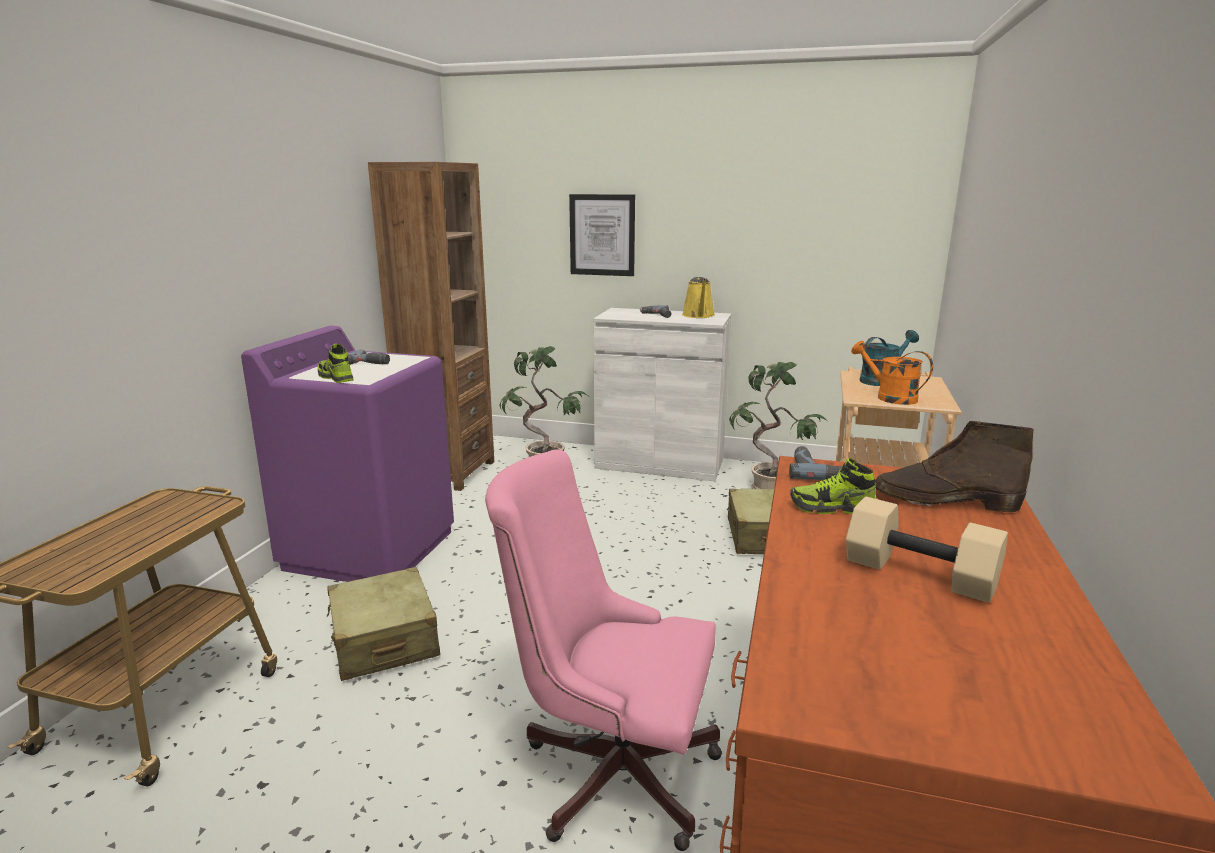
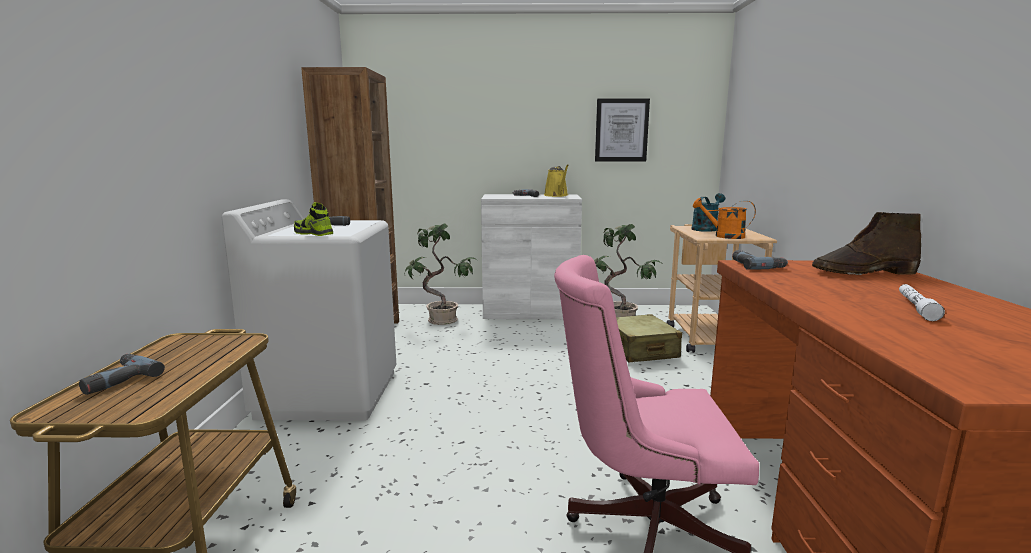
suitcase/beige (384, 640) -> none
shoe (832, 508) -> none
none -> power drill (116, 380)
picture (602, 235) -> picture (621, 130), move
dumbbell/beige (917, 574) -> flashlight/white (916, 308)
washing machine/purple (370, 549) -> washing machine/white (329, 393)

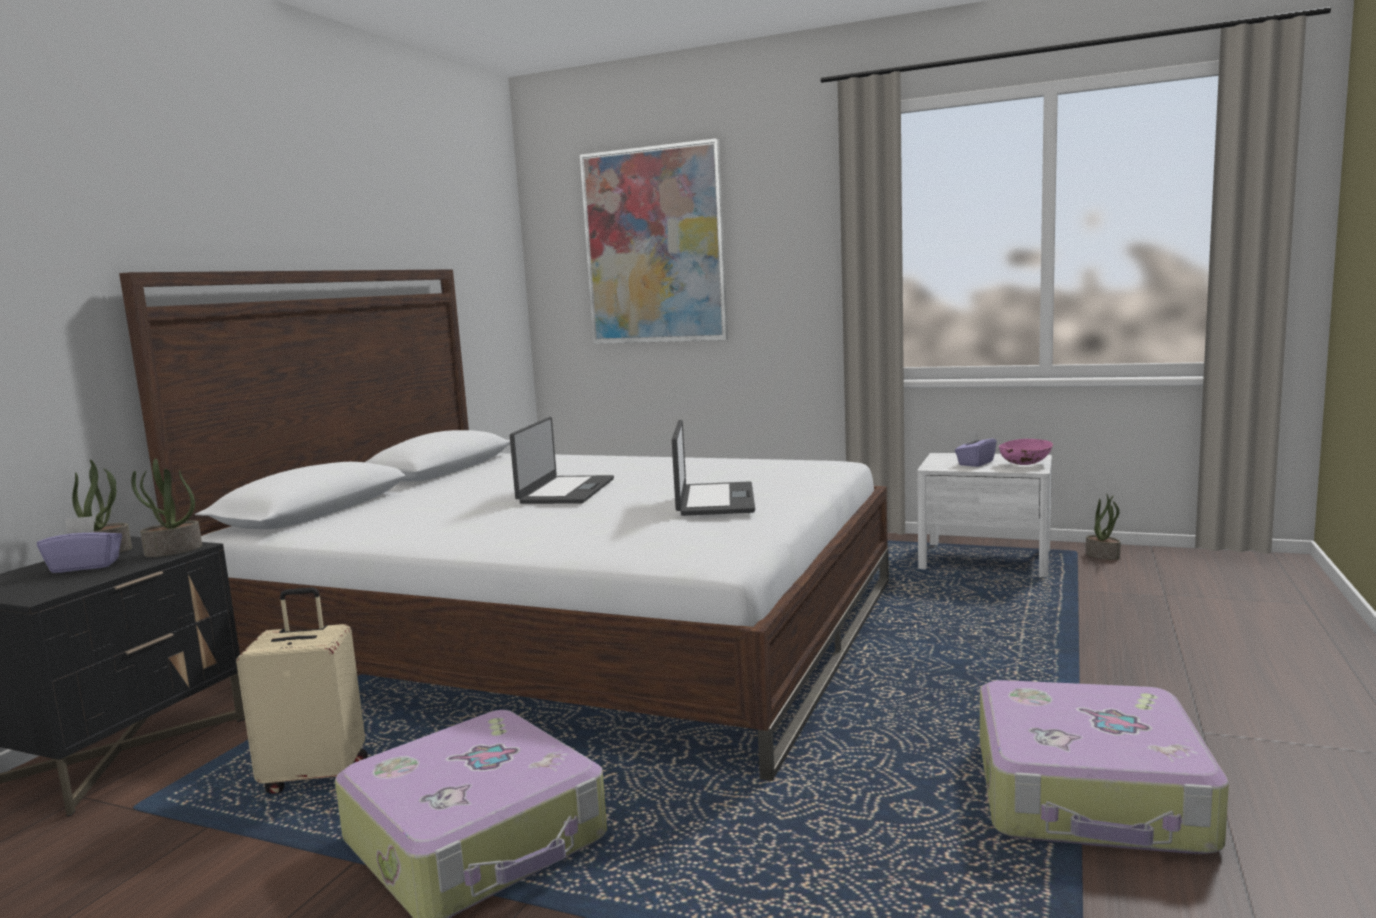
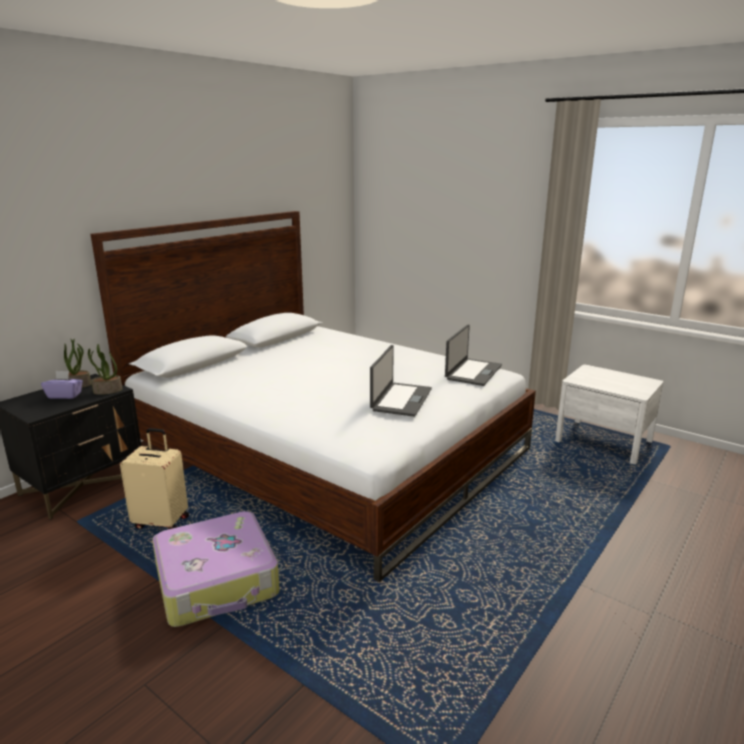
picture (654, 246) -> none
tissue box/purple (975, 463) -> none
suitcase (1091, 795) -> none
bowl/pink (1025, 464) -> none
potted plant (1103, 555) -> none
laptop (565, 491) -> laptop (473, 372), move

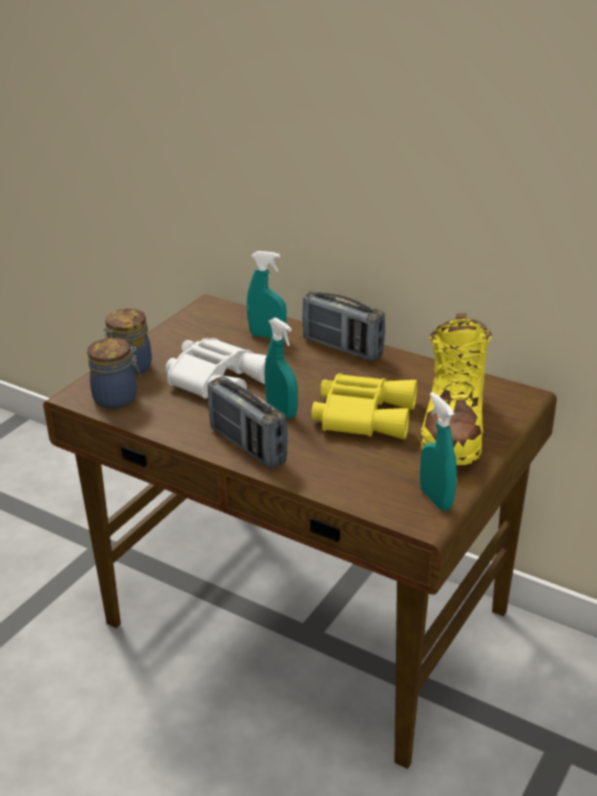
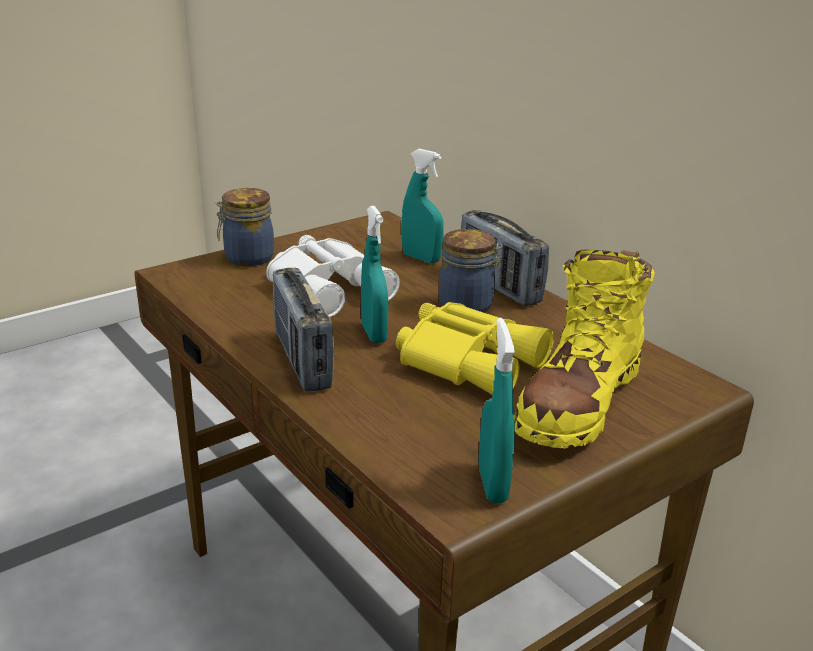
jar (117, 398) -> jar (468, 306), move

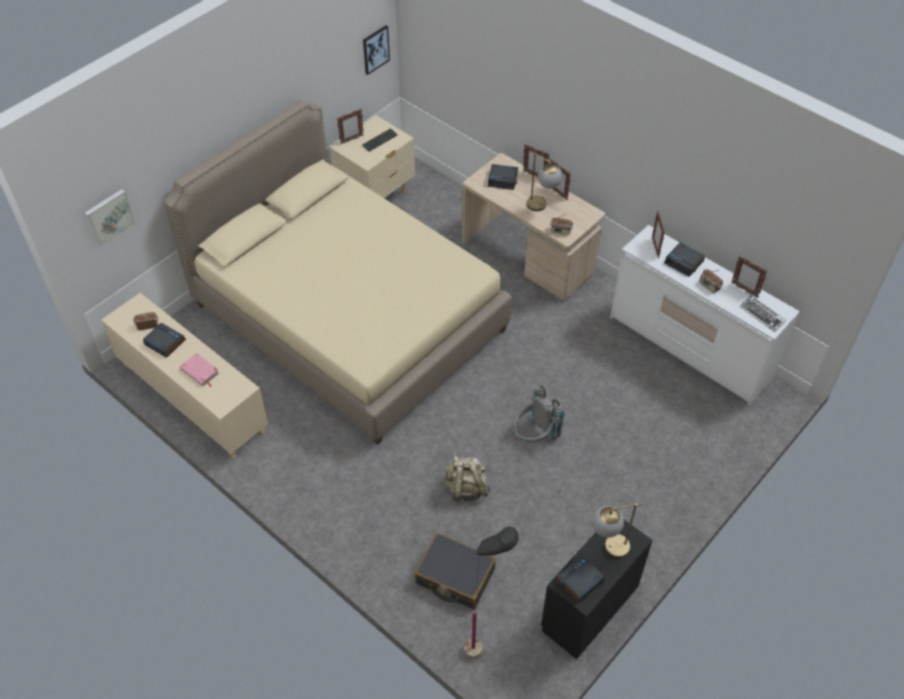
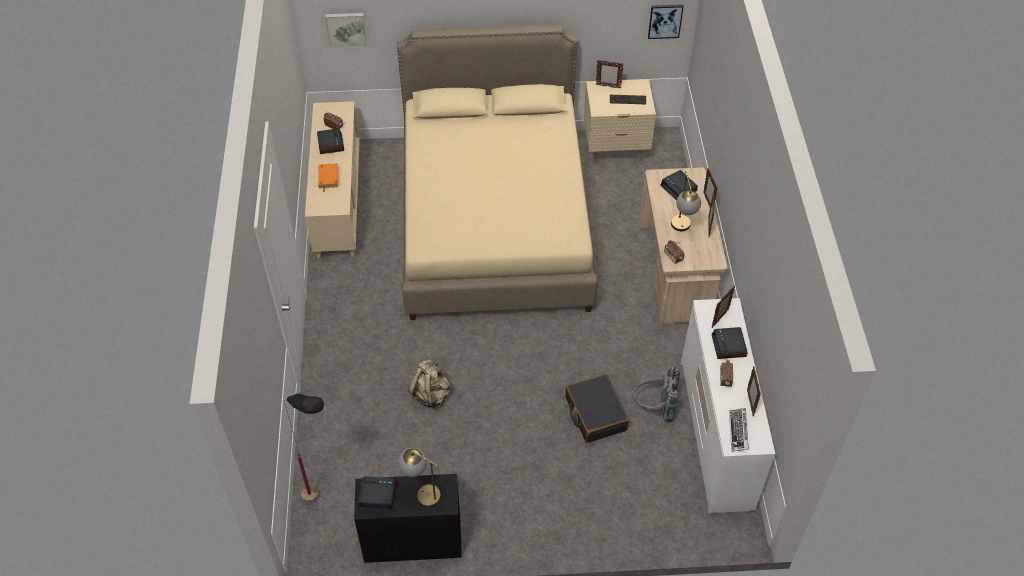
suitcase/black (455, 576) -> suitcase/black (595, 414), move
backpack/grey (534, 436) -> backpack/grey (654, 408), move
book/pink (200, 372) -> book/orange (328, 177)

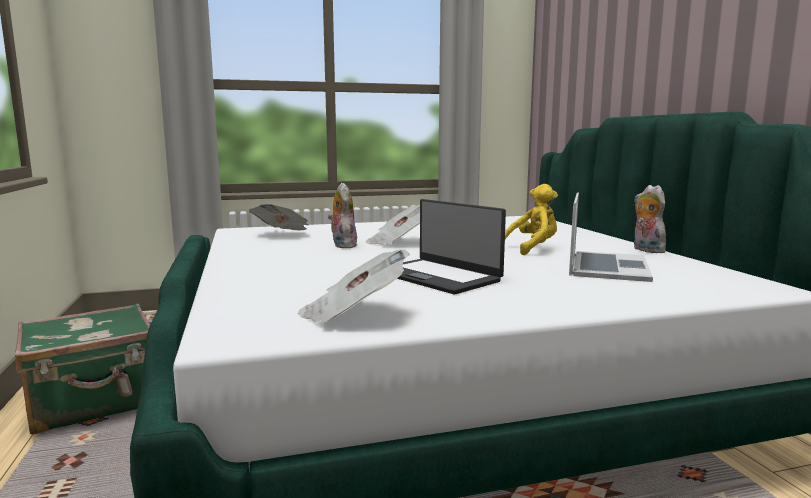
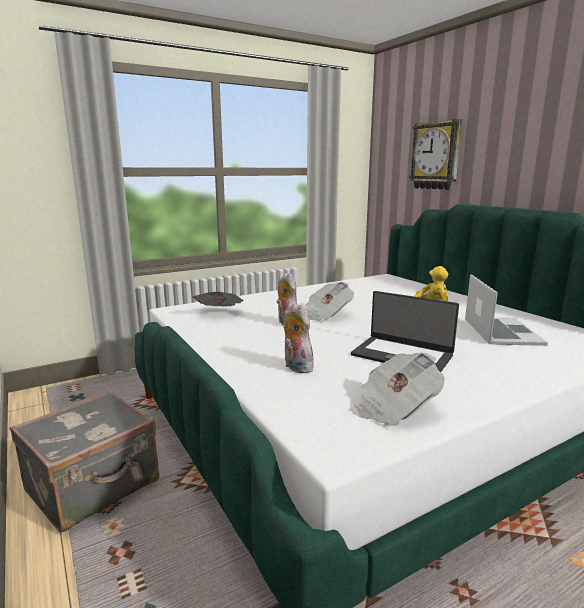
none -> wall clock (436, 156)
plush toy (645, 250) -> plush toy (296, 367), move
suitcase/green (95, 402) -> suitcase/grey (94, 486)

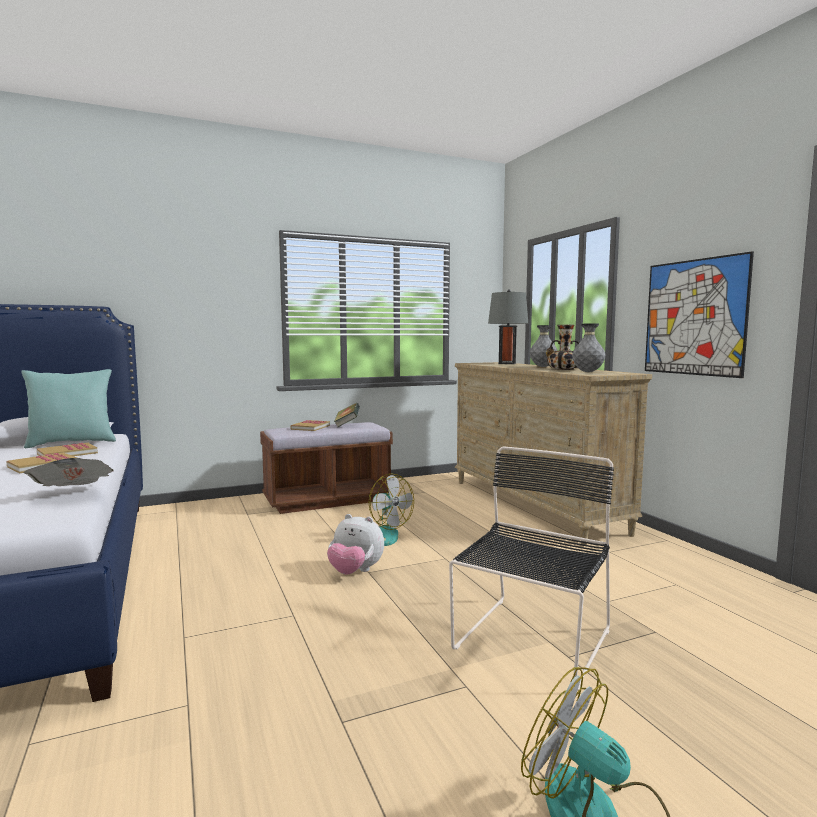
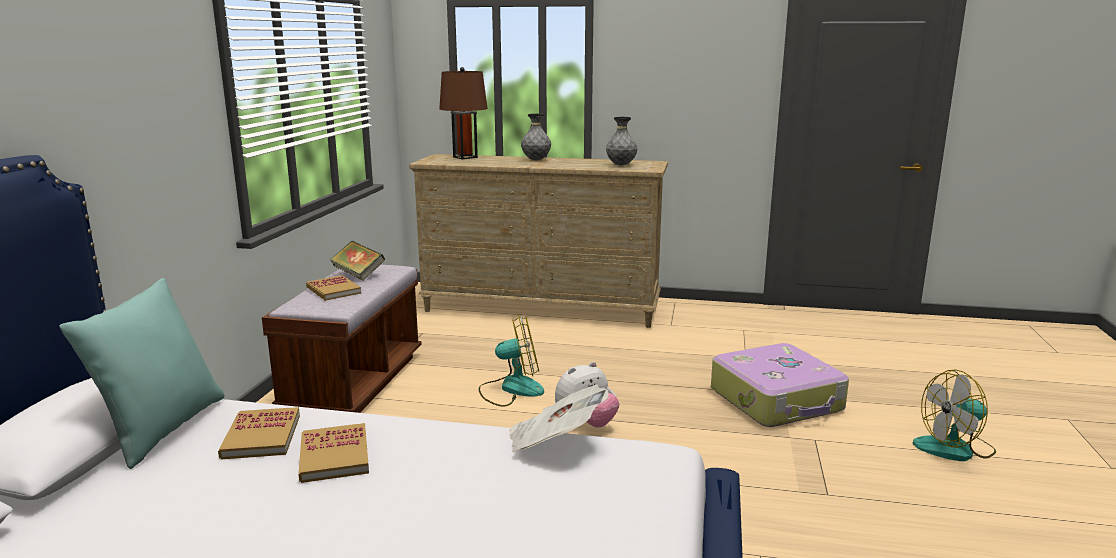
vase (564, 369) -> none
picture (694, 317) -> none
chair/black (531, 642) -> suitcase (777, 400)
table lamp/grey (507, 363) -> table lamp/brown (465, 157)

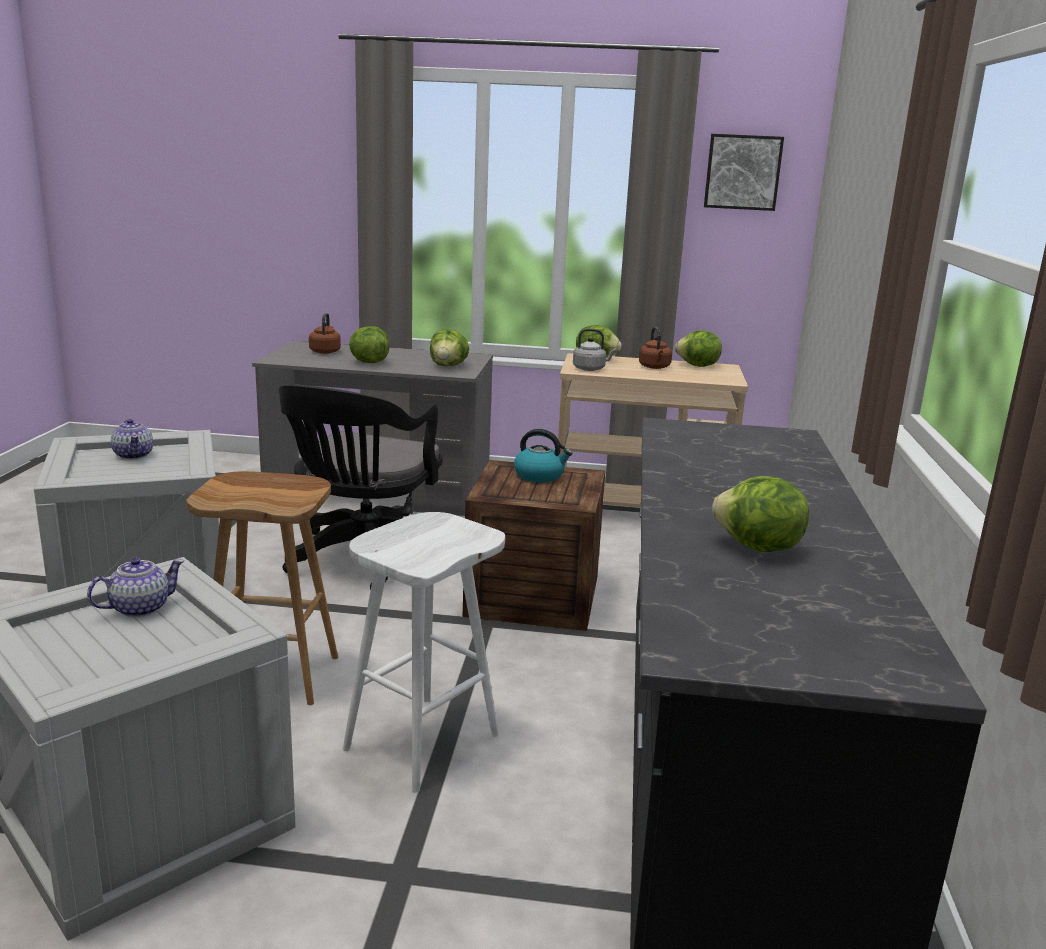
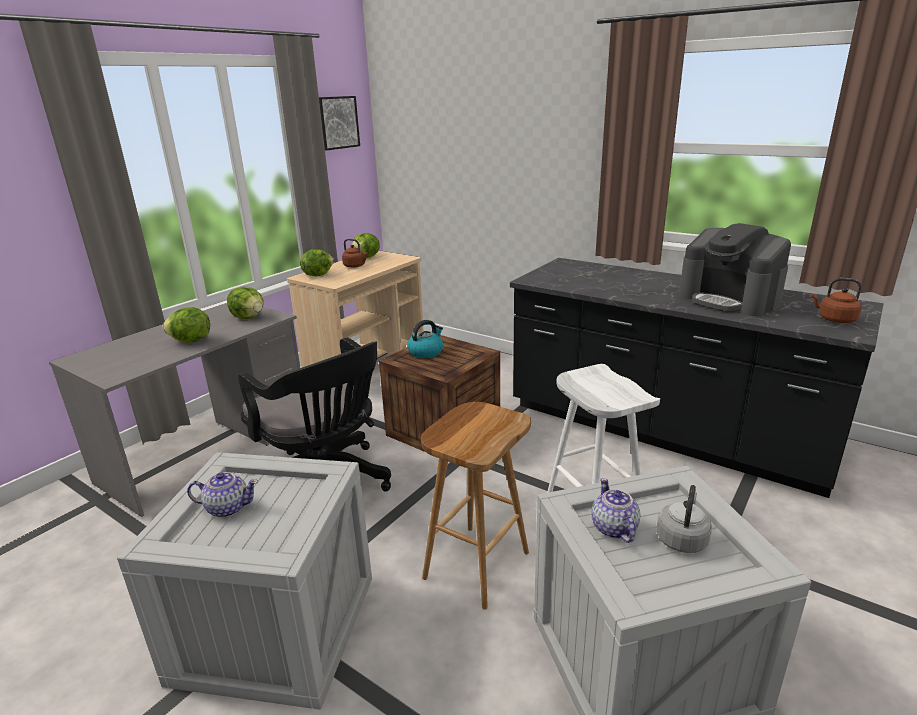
kettle/brown (325, 351) -> kettle/brown (834, 319), move
kettle/grey (590, 369) -> kettle/grey (682, 539), move
lettuce (757, 548) -> coffee machine (729, 300)

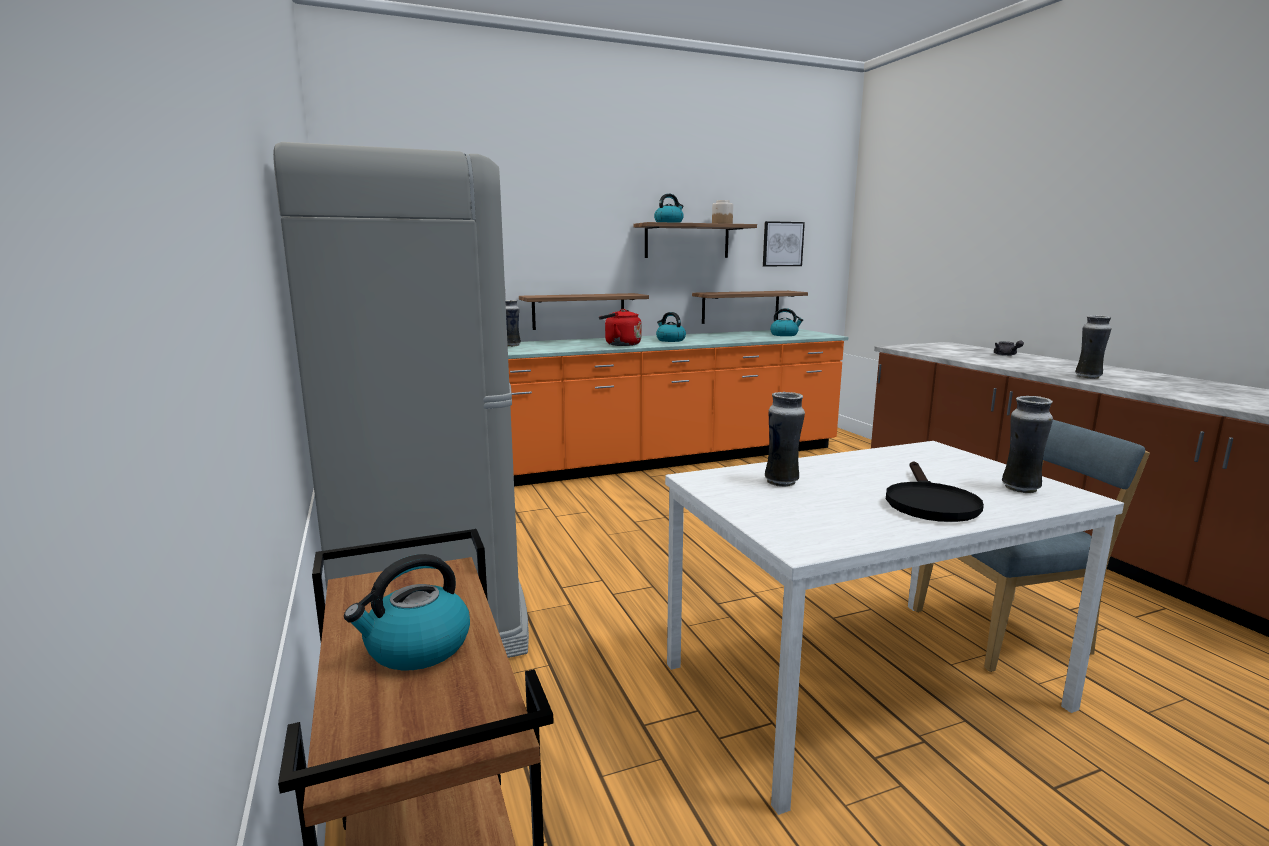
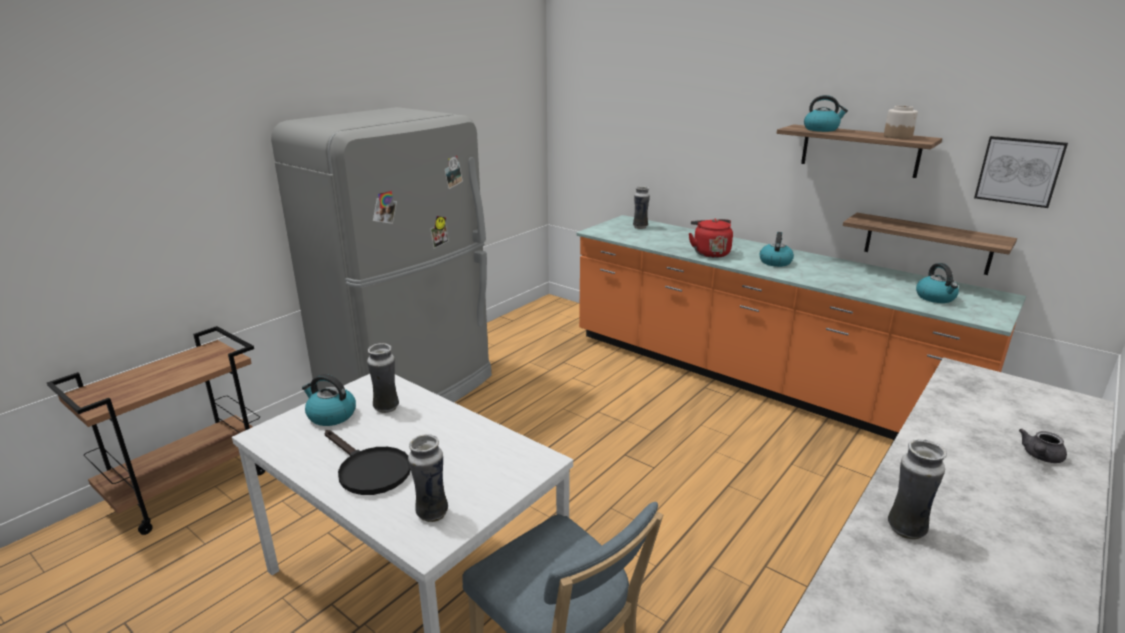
shelf (579, 311) -> none
kettle (416, 648) -> kettle (331, 415), move
frying pan/black (928, 502) -> frying pan/black (369, 470), 120 degrees counterclockwise

